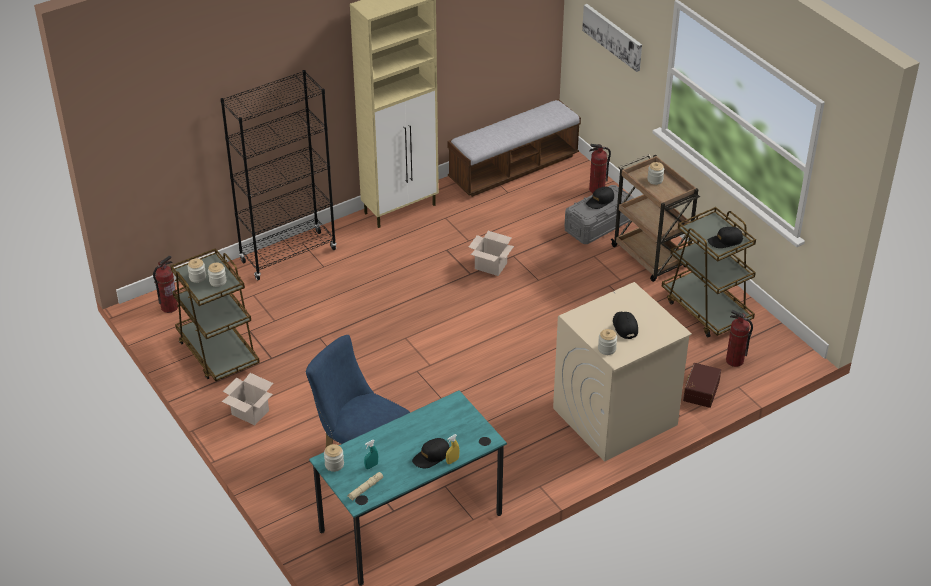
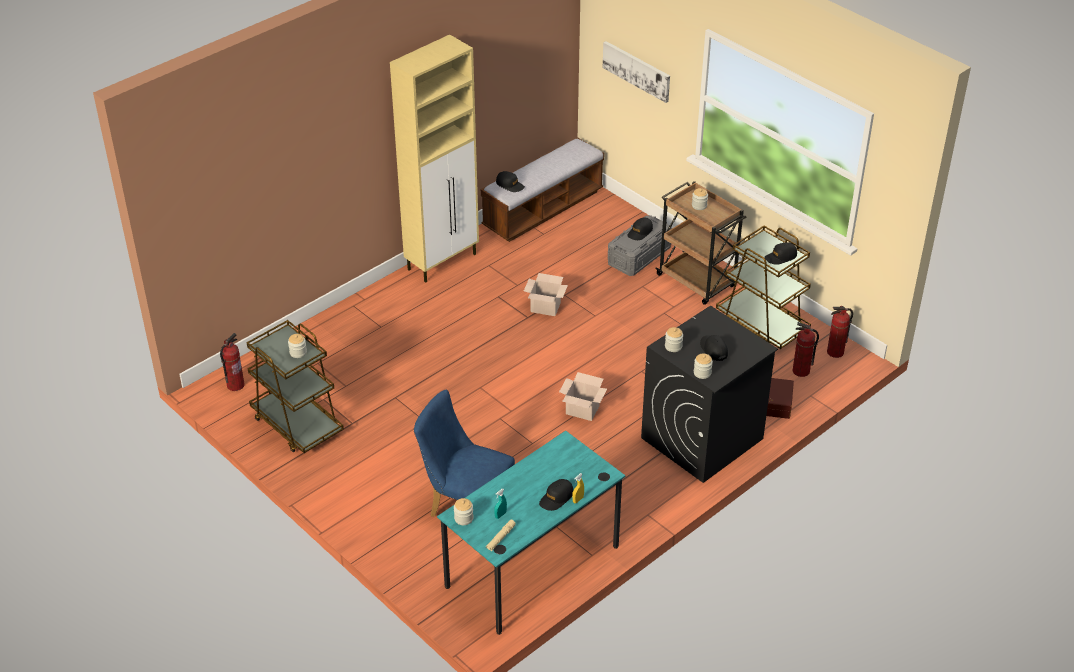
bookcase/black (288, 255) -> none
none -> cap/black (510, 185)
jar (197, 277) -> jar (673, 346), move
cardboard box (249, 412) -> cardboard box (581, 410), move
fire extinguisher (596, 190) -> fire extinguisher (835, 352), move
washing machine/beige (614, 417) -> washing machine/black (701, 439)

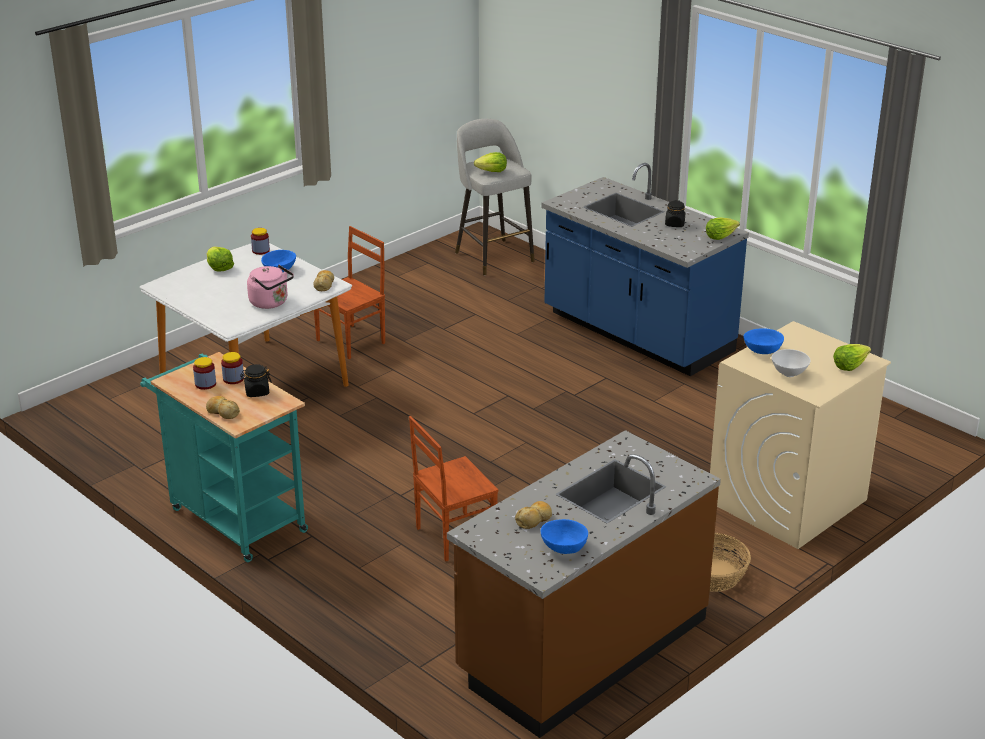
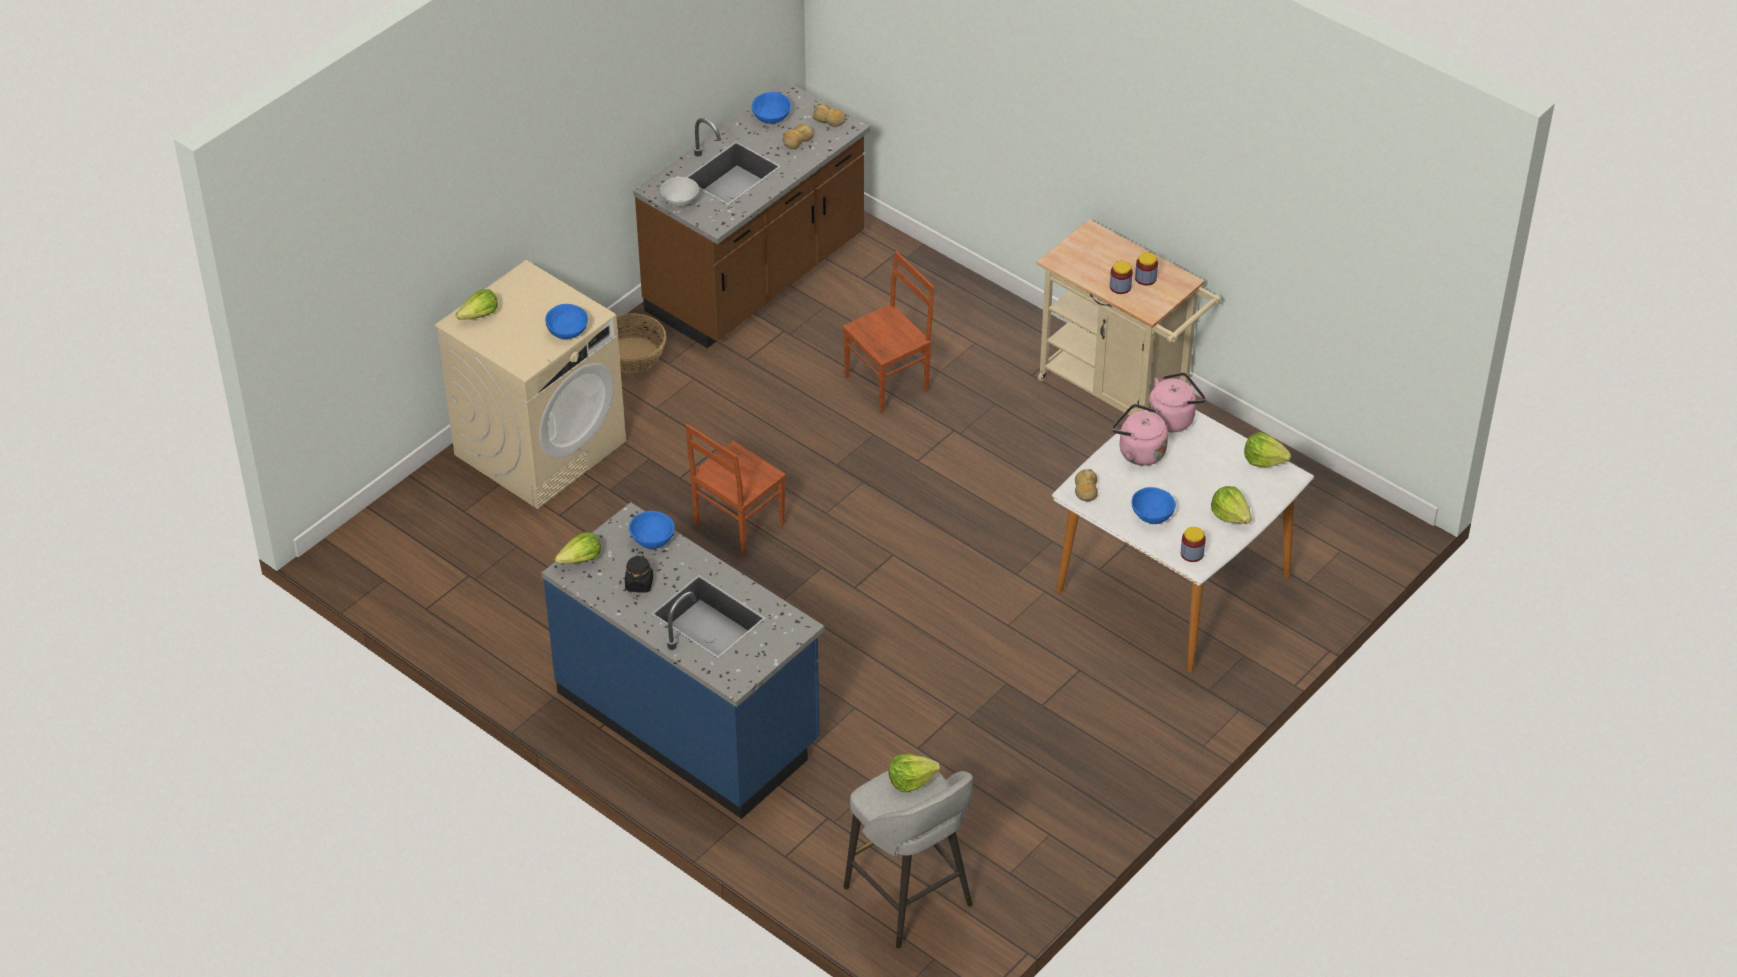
jar/black (257, 392) -> none
none -> bowl/blue (652, 540)
none -> kettle/pink (1173, 418)
none -> lettuce (1264, 459)
bread (222, 412) -> bread (829, 120), move
chair/brown (352, 342) -> chair/brown (737, 524), move
bowl/white (789, 374) -> bowl/white (680, 203), move
cart/turquoise (232, 517) -> cart/beige (1120, 392)

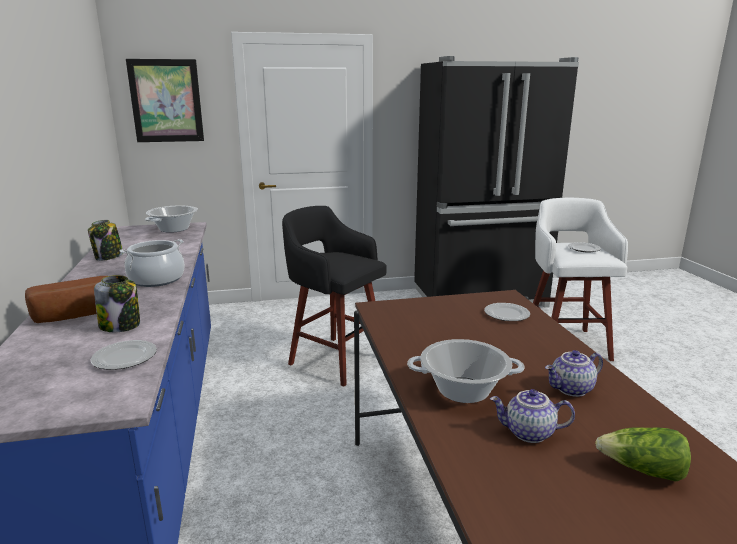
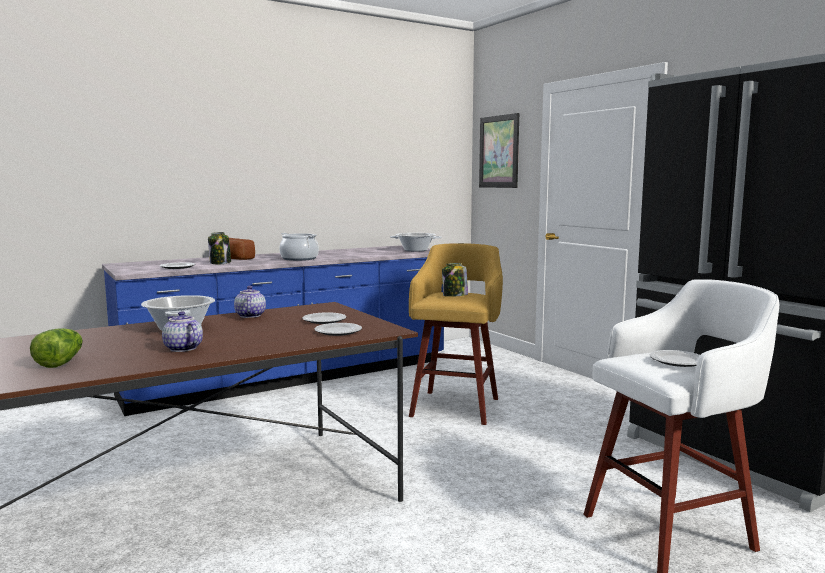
none -> plate (324, 320)
jar (108, 257) -> jar (454, 296), move
teapot (528, 433) -> teapot (249, 316), move
stool/black (335, 359) -> stool/yellow (456, 406)

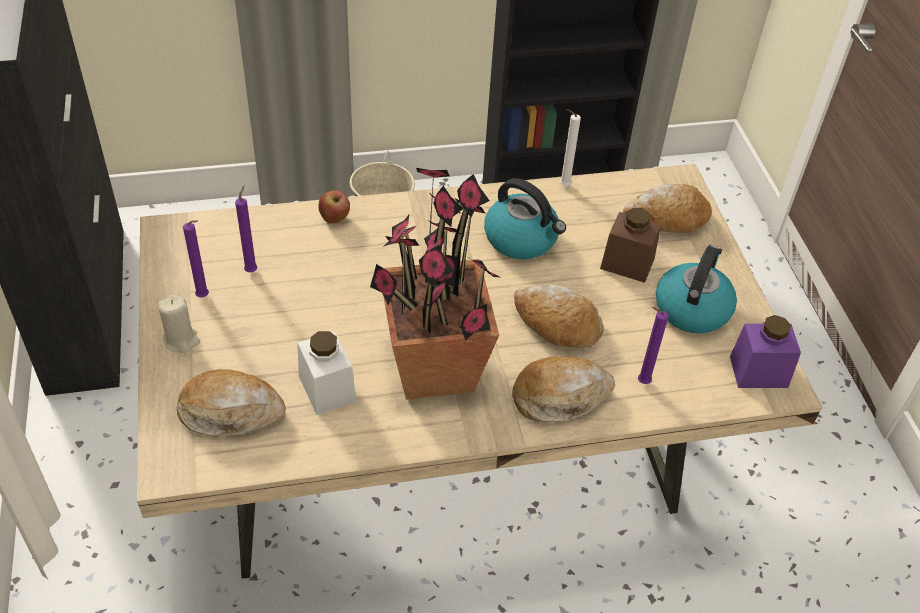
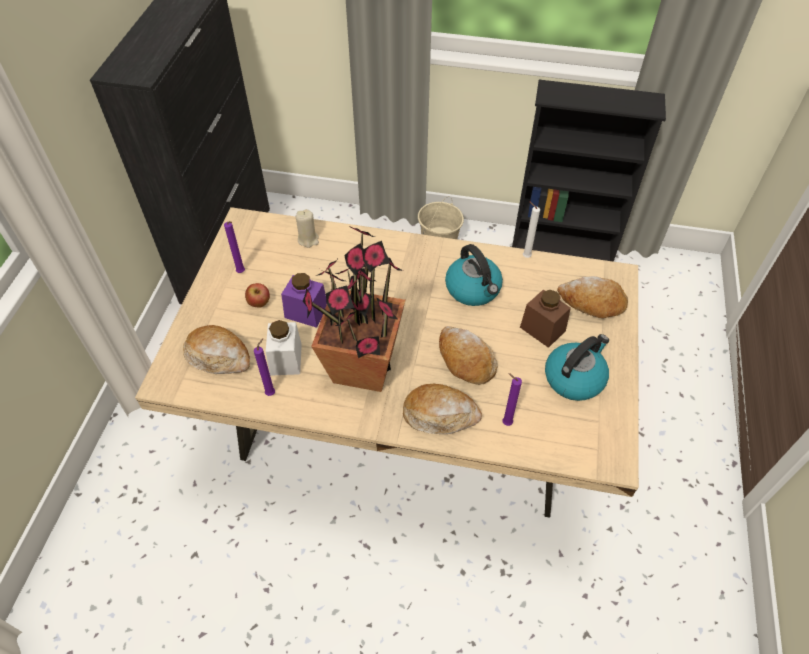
candle/beige (181, 340) -> candle/beige (308, 239), move
candle/purple (252, 270) -> candle/purple (271, 392), move
apple (335, 219) -> apple (259, 304), move
jar/purple (758, 372) -> jar/purple (306, 312), move

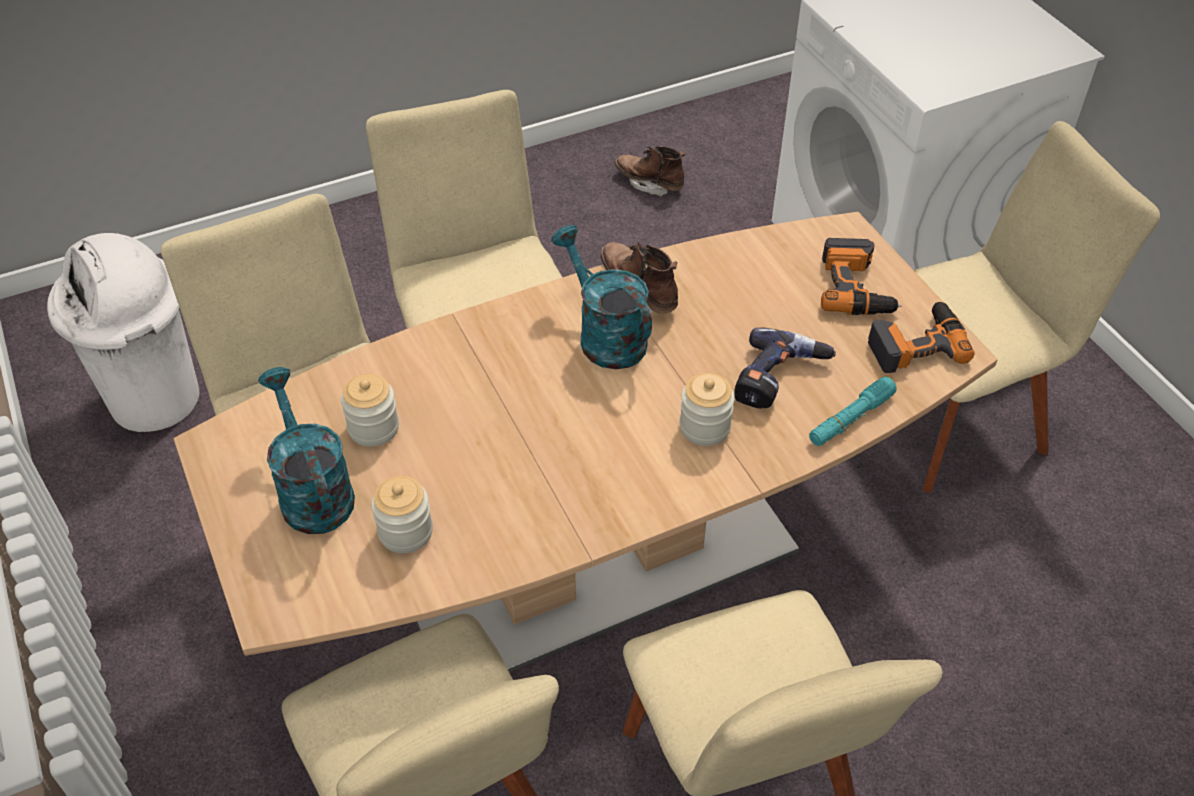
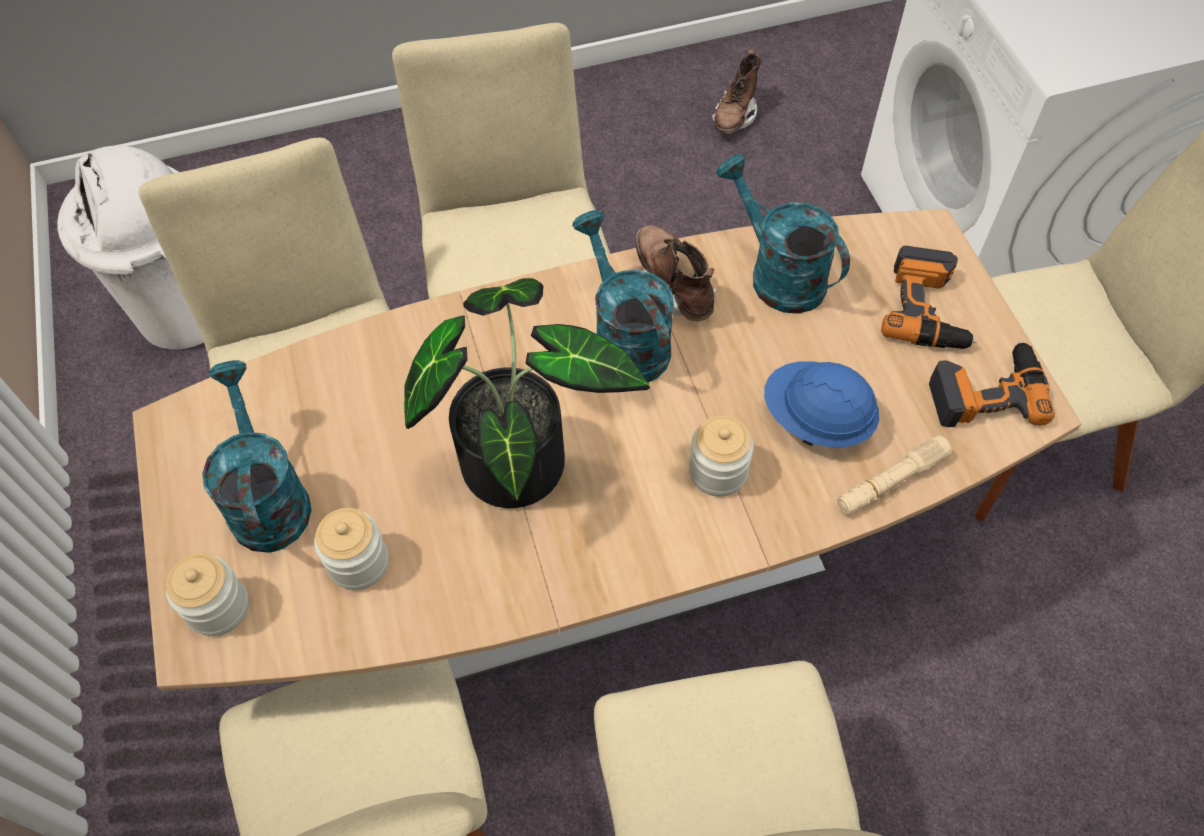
none -> potted plant (520, 454)
none -> watering can/turquoise (777, 274)
jar (373, 428) -> jar (218, 607), move
power drill (779, 379) -> hard hat/blue (816, 420)
flashlight/turquoise (850, 419) -> flashlight/beige (891, 482)
boot/brown (649, 183) -> boot/brown (734, 116), 105 degrees counterclockwise

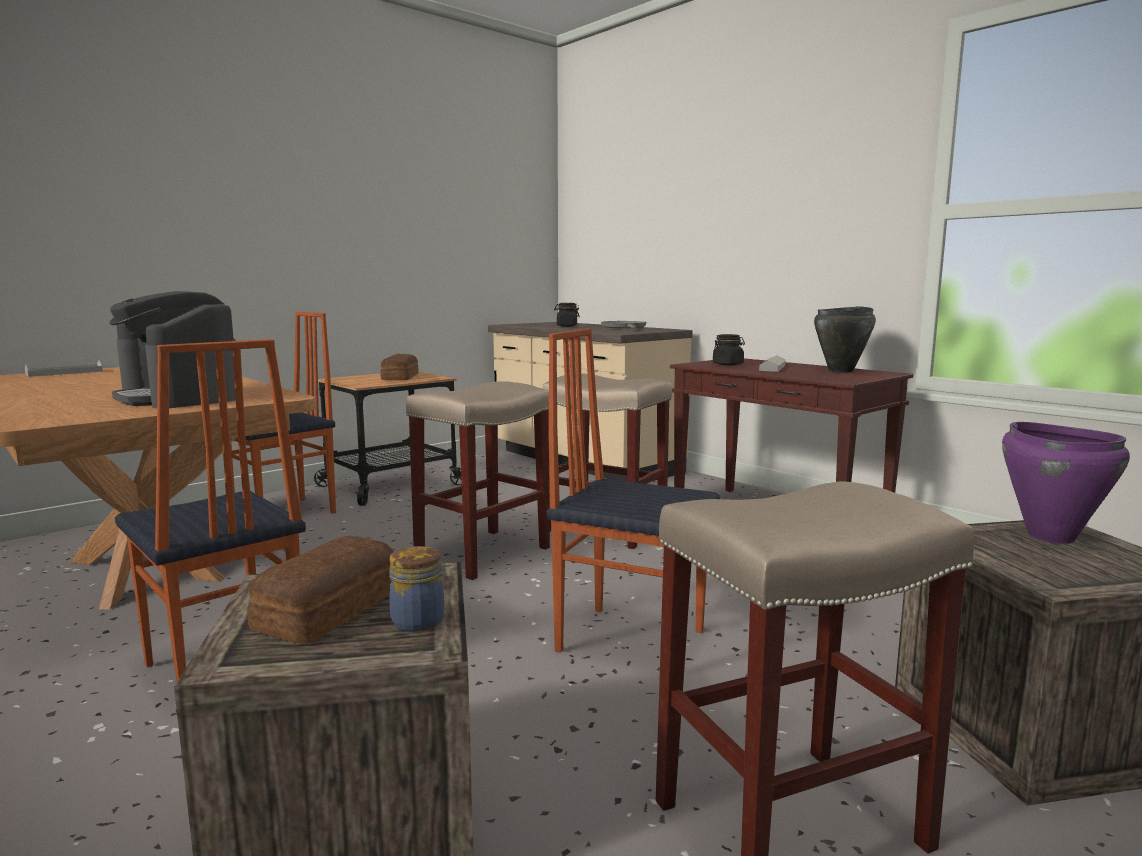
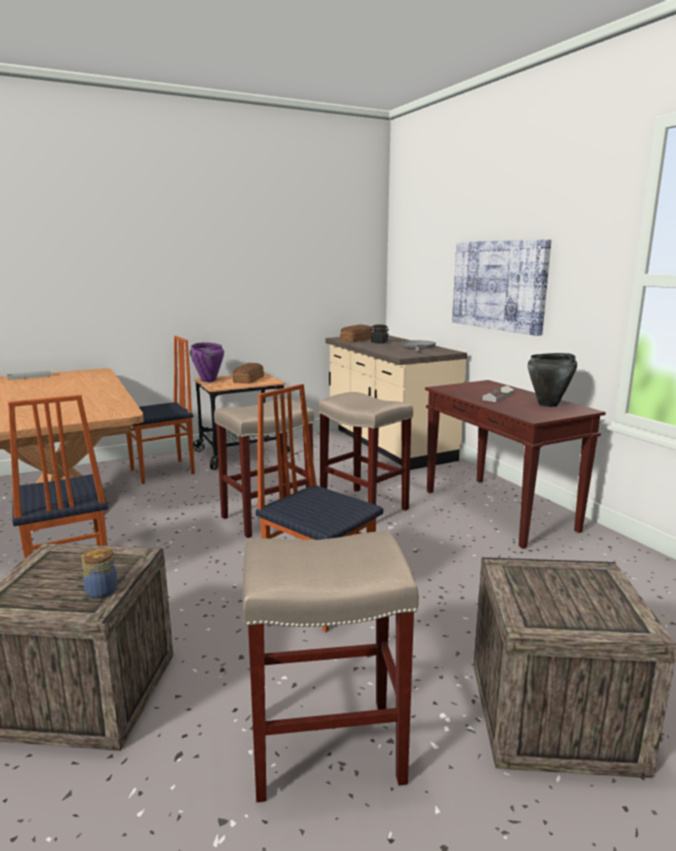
coffee machine (180, 397) -> none
jar/black (728, 364) -> none
none -> picture (499, 285)
bread (325, 610) -> bread (355, 340), move
cooking pot/purple (1050, 536) -> cooking pot/purple (209, 380), move

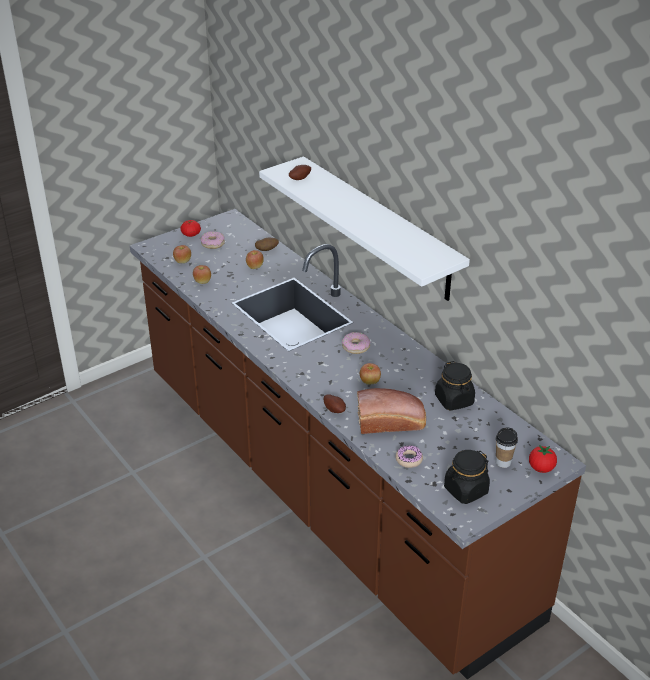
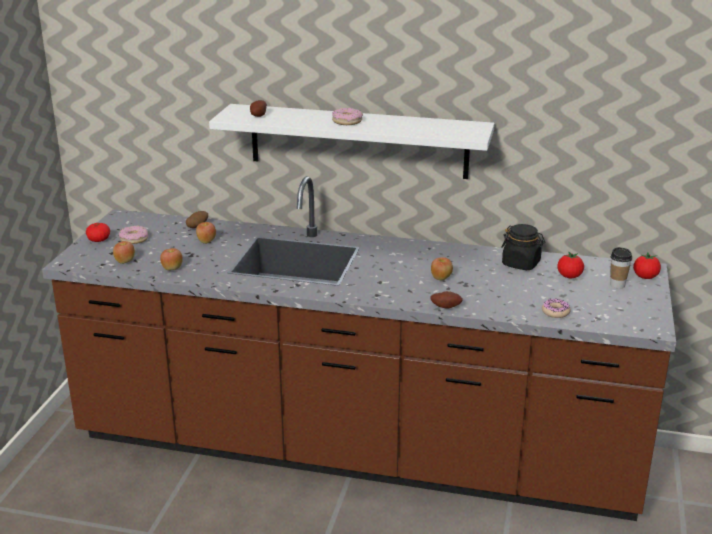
bread (391, 422) -> none
jar/black (465, 490) -> none
none -> tomato (569, 276)
donut (356, 346) -> donut (347, 121), move

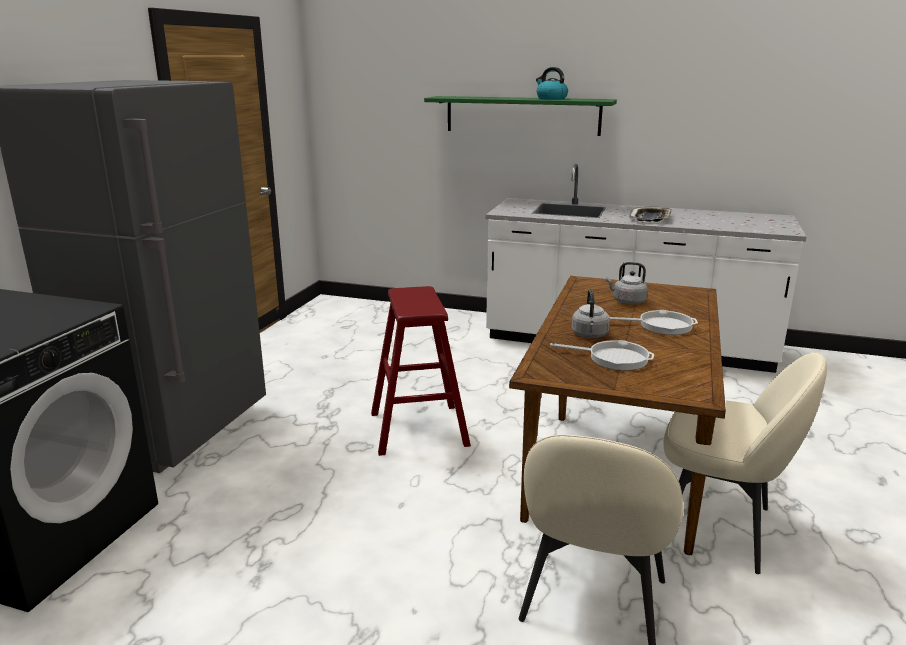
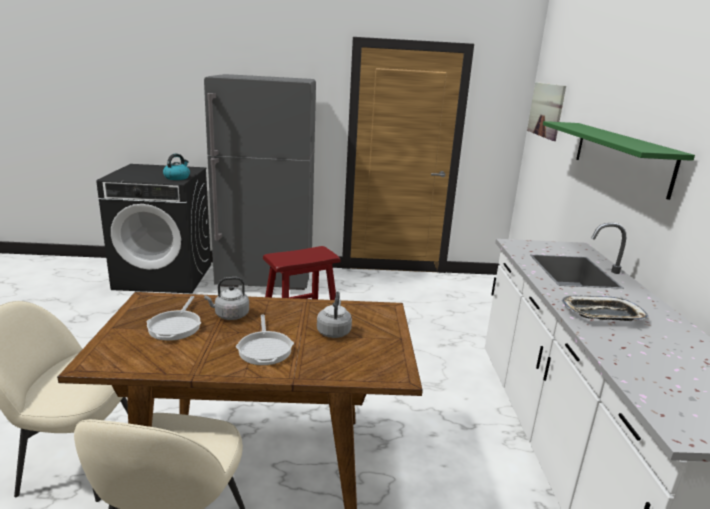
none -> picture (546, 110)
kettle (551, 98) -> kettle (177, 177), move

